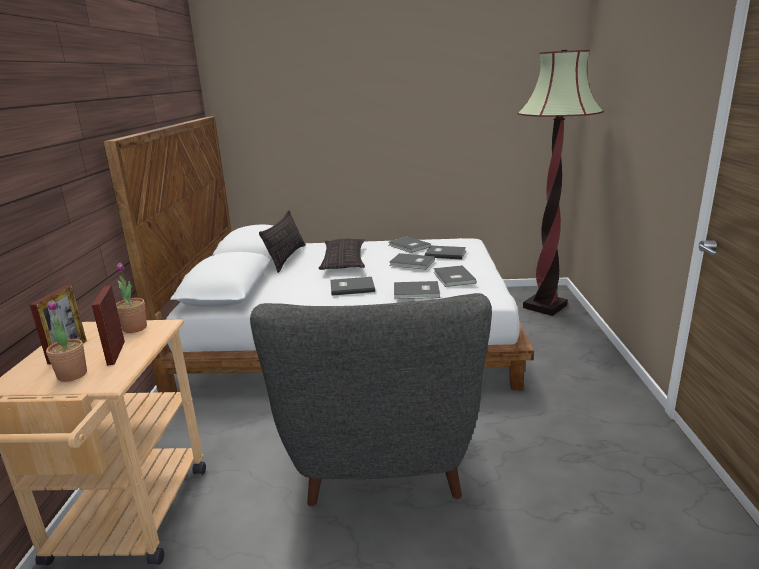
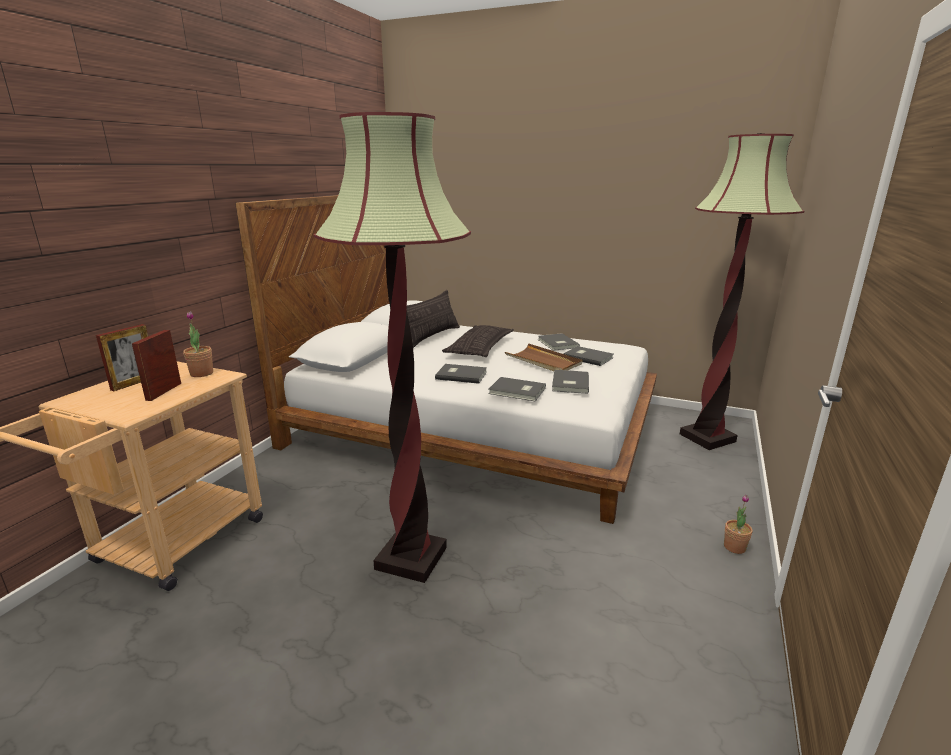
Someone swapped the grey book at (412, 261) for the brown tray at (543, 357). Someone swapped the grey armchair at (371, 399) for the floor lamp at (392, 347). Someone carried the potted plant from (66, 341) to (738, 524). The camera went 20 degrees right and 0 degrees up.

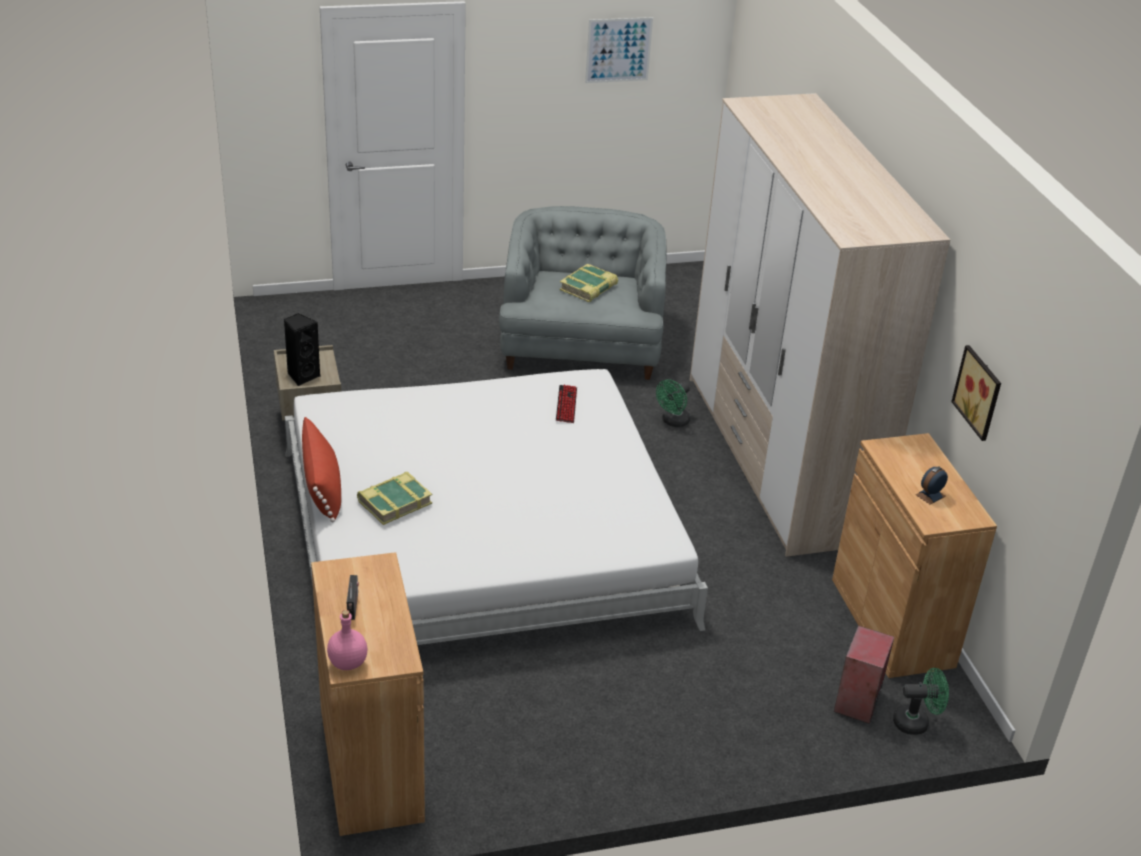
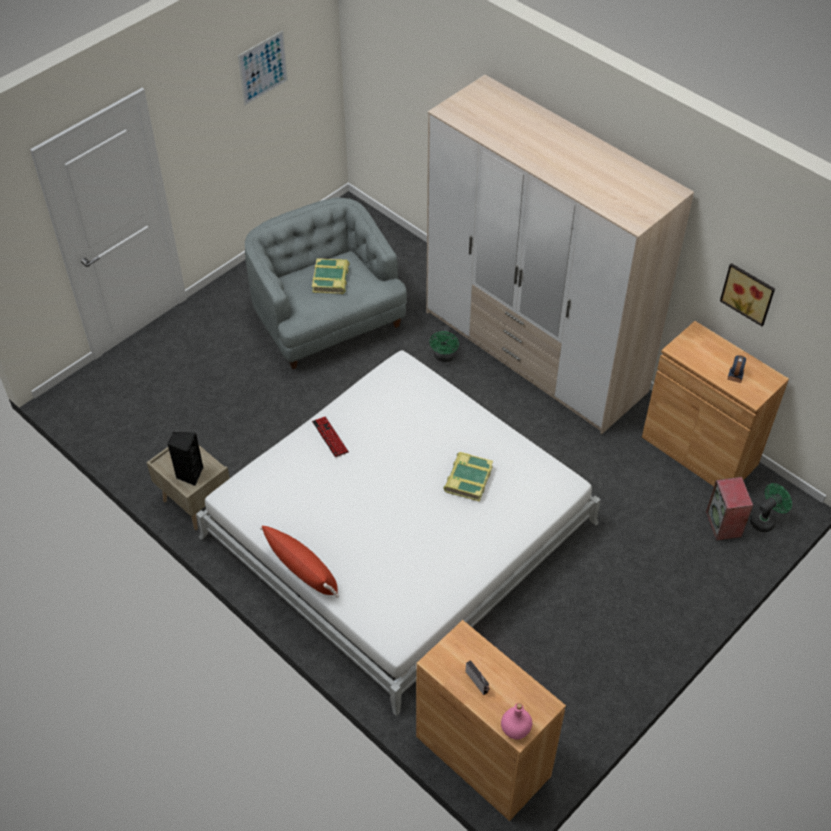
Someone carried the keyboard from (566, 404) to (330, 437). Someone carried the book from (394, 498) to (468, 477). The camera went 30 degrees left and 15 degrees up.

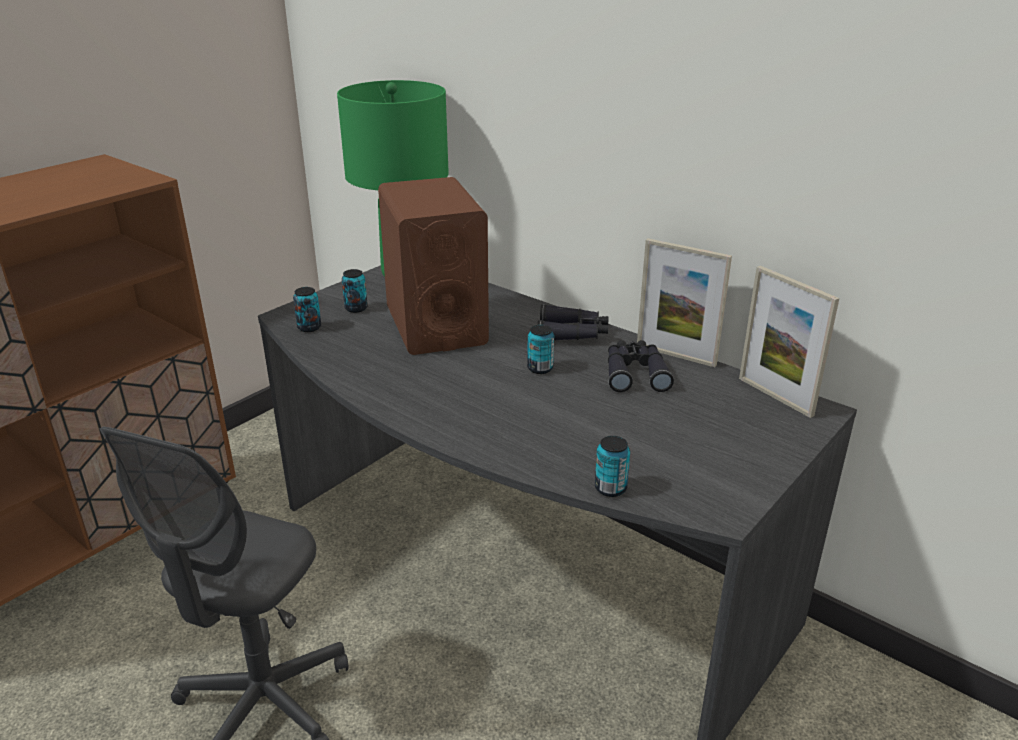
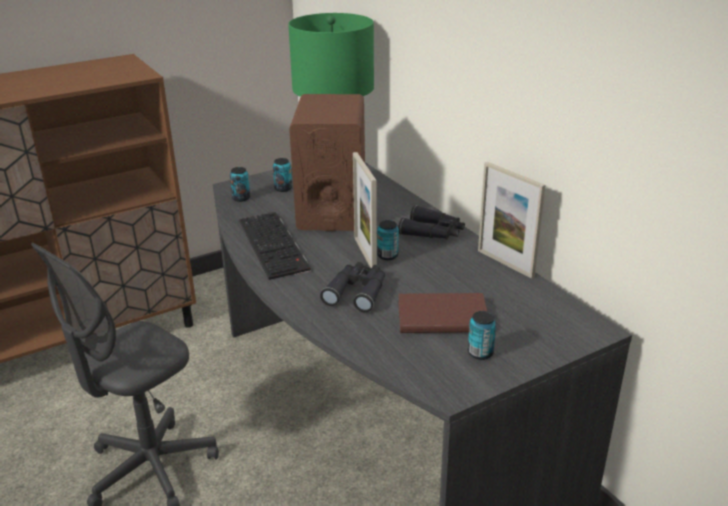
Someone carried the picture frame from (789, 342) to (365, 210). Someone carried the black binoculars from (641, 366) to (352, 287). Someone carried the can from (612, 466) to (482, 335). Someone put down the keyboard at (275, 246). Someone put down the brown book at (442, 313). The camera went 20 degrees right and 0 degrees up.

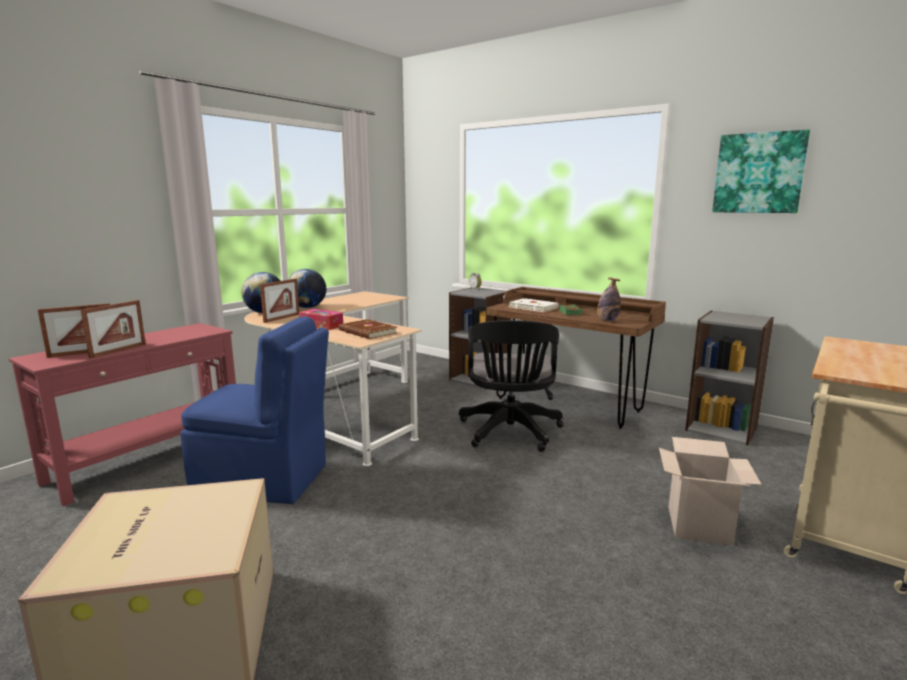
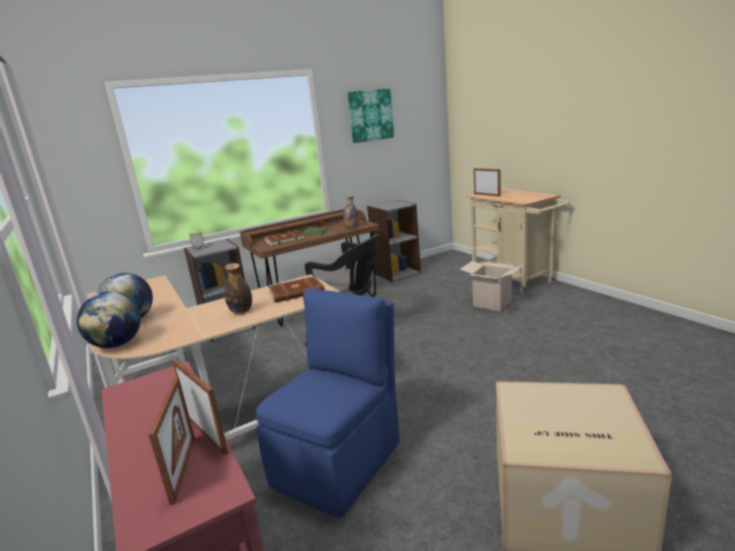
Someone carried the picture frame from (279, 301) to (487, 182). Someone repainted the white book at (534, 305), which became the brown book at (284, 238). Someone swapped the tissue box at (321, 319) for the bottle at (238, 288). The camera went 65 degrees left and 5 degrees up.

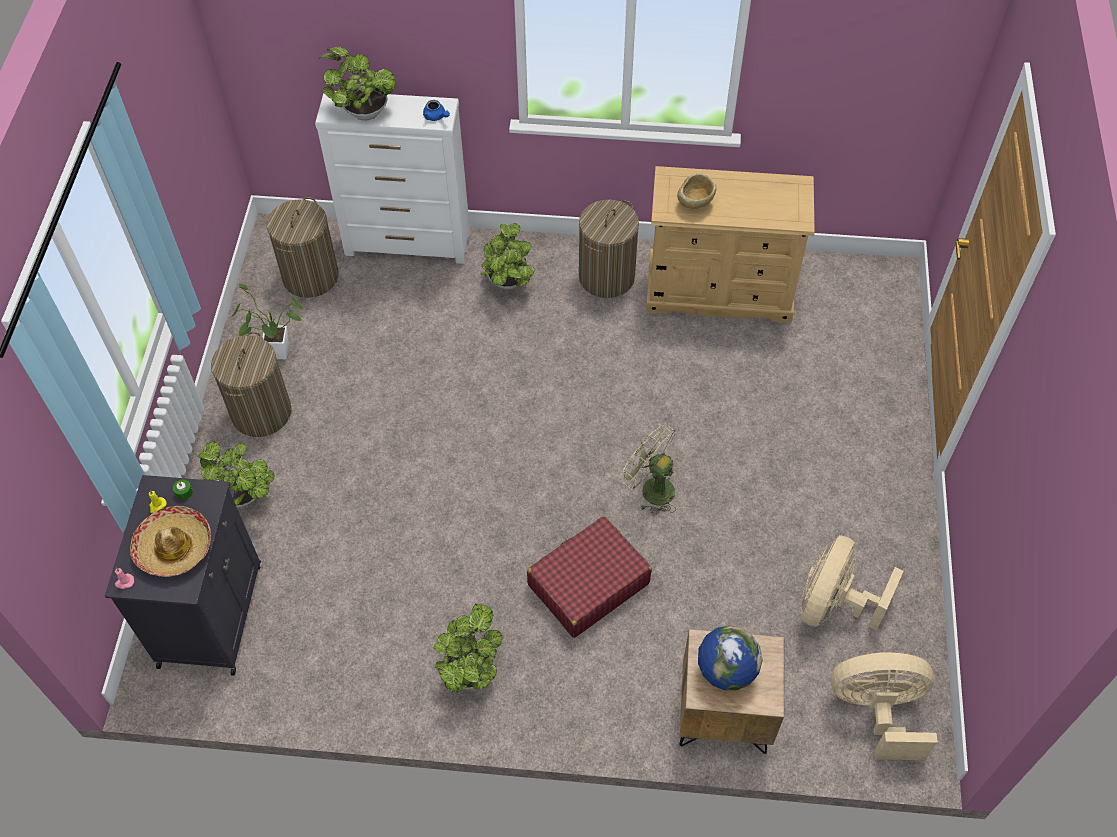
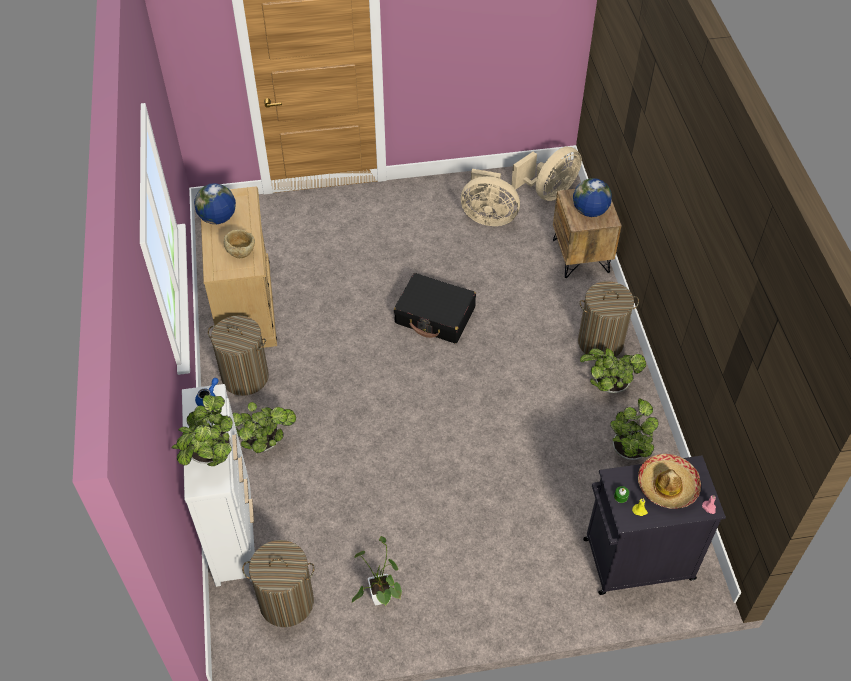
Someone carried the laundry basket from (251, 384) to (608, 319). Someone swapped the green fan at (648, 469) for the black suitcase at (435, 308). Someone carried the potted plant from (236, 474) to (634, 429). Someone took away the red suitcase at (589, 577). Someone rotated the beige fan at (884, 706) by 120 degrees counterclockwise. Someone put down the globe at (215, 203). The camera went 105 degrees left and 5 degrees down.

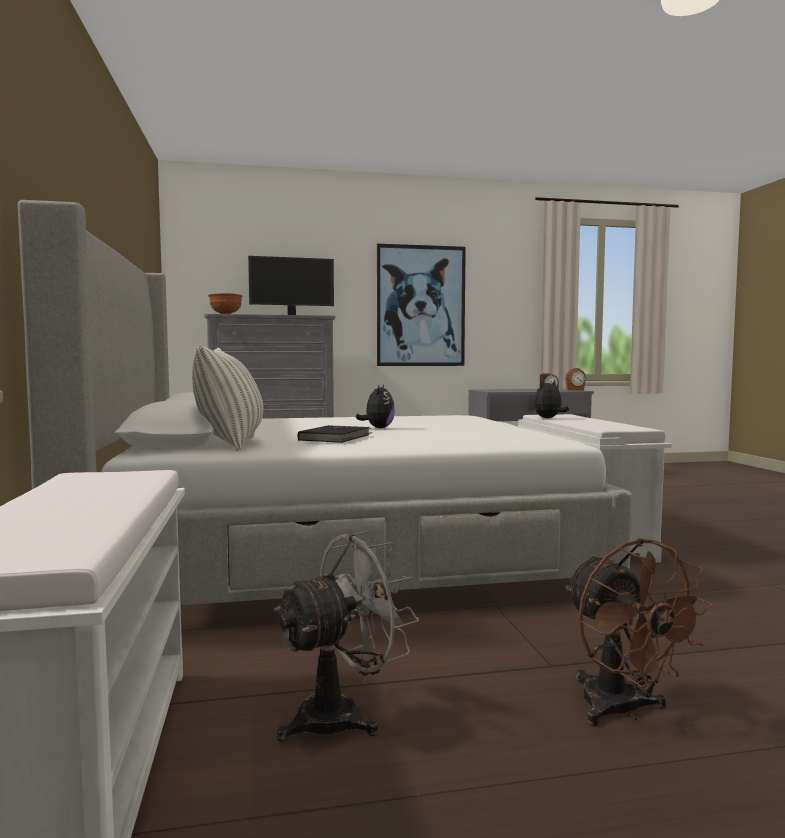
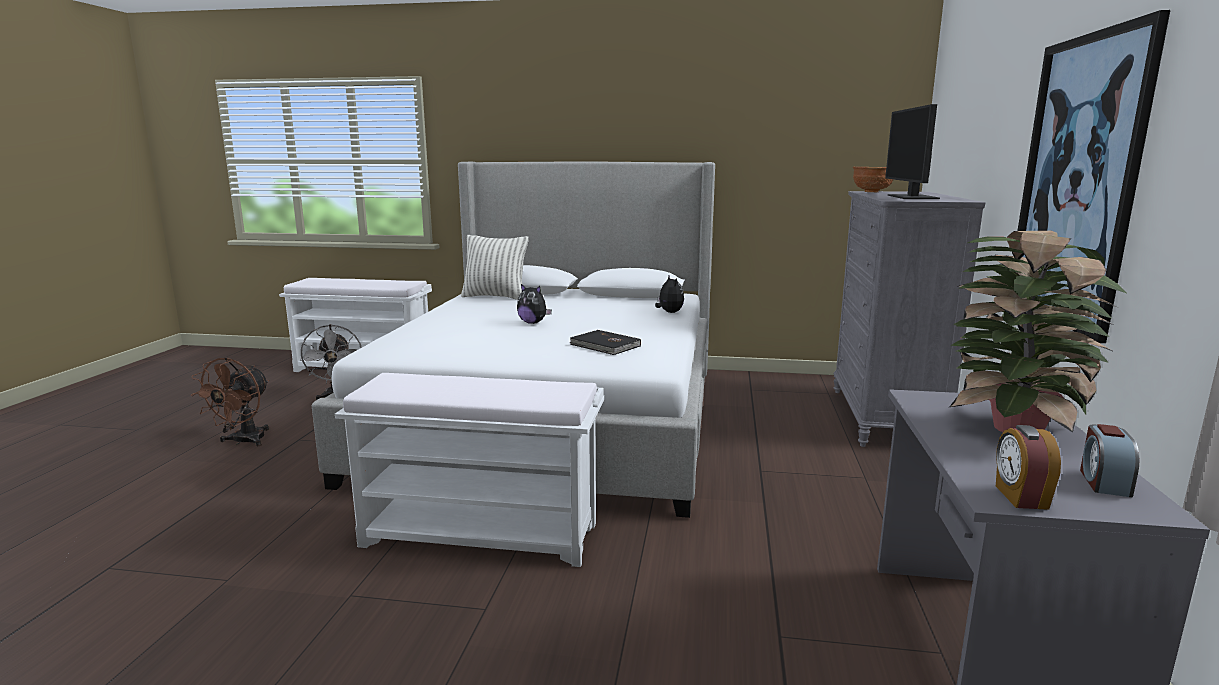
Someone carried the plush toy from (551, 399) to (669, 294). Someone carried the black book from (335, 434) to (605, 342). Someone rotated the brown fan at (639, 632) by 75 degrees counterclockwise. Someone put down the potted plant at (1037, 332). The camera went 110 degrees right and 10 degrees up.

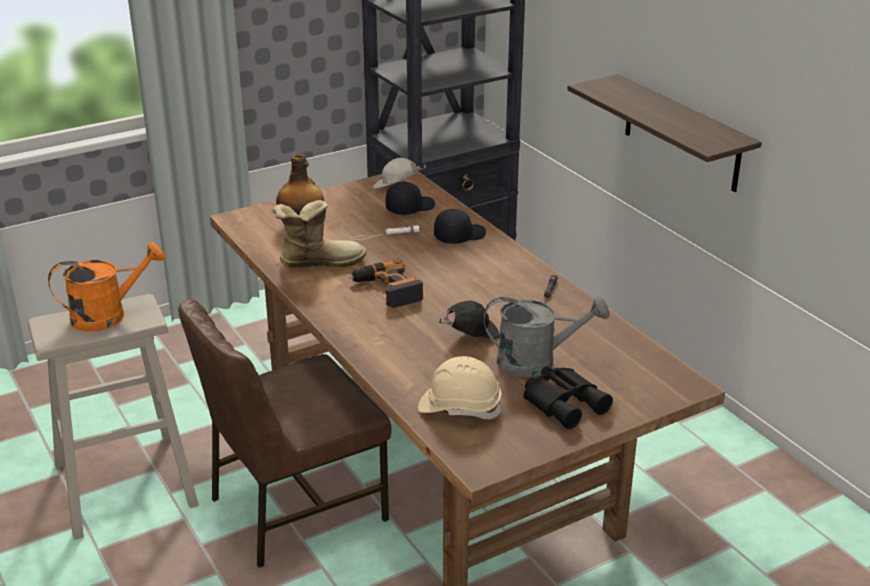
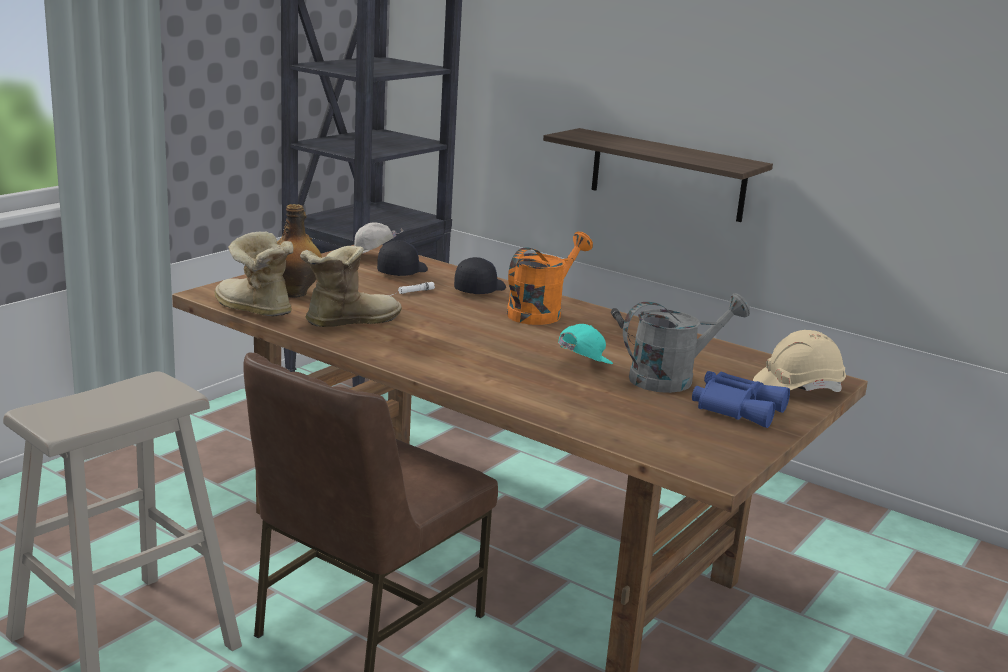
Someone carried the orange watering can from (106, 287) to (550, 278). Someone took away the power drill at (386, 283). Someone repainted the black cap at (469, 320), which became the turquoise cap at (585, 344). Someone carried the beige hard hat from (460, 387) to (799, 361). Someone repainted the black binoculars at (568, 397), which became the blue binoculars at (741, 399). Someone put down the boot at (254, 274). The camera went 25 degrees left and 10 degrees down.

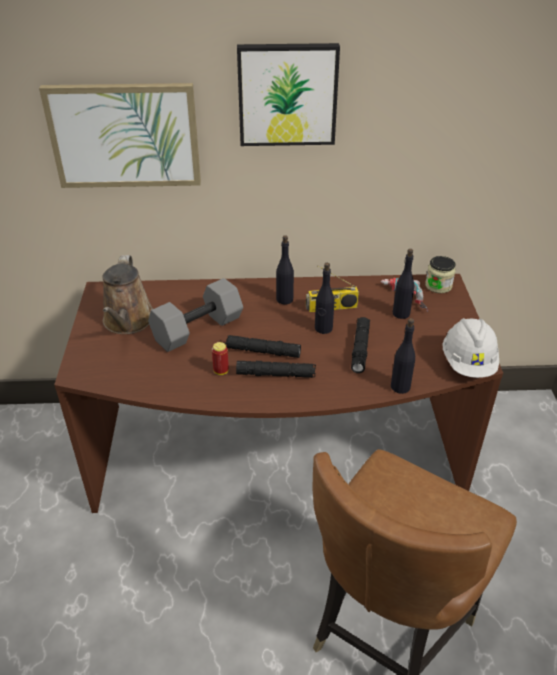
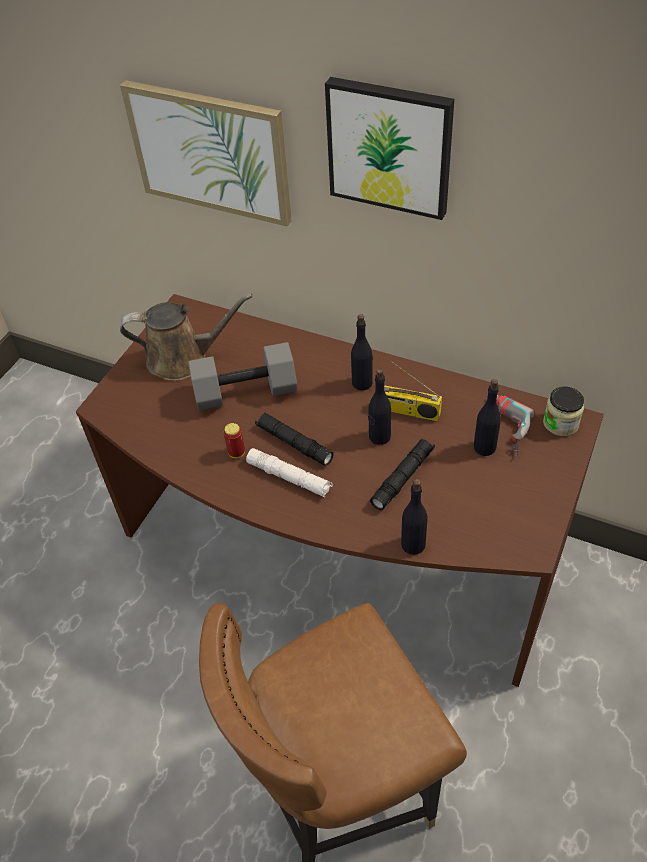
Someone rotated the brown watering can at (127, 294) by 120 degrees counterclockwise. Someone took away the white hard hat at (471, 348). Someone repainted the black flashlight at (276, 369), which became the white flashlight at (289, 472). The camera went 30 degrees right and 10 degrees up.

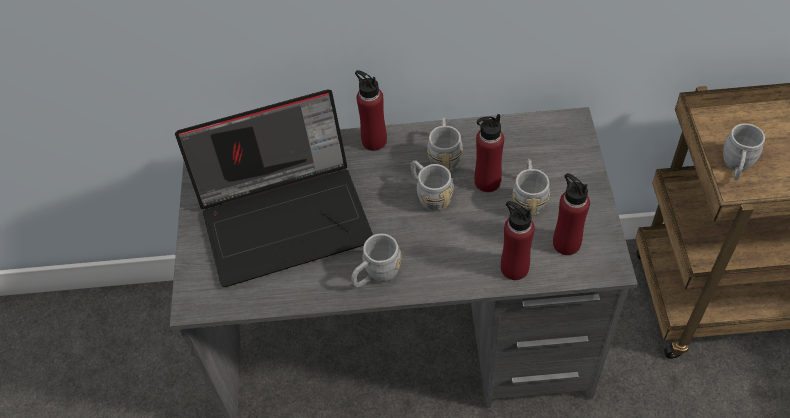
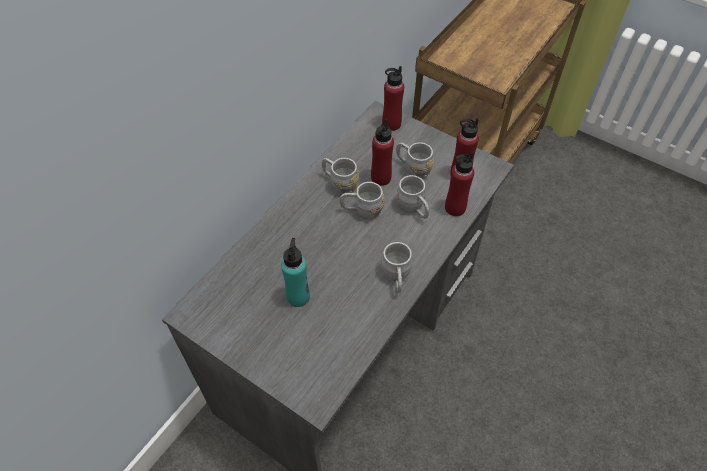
Someone carried the red bottle from (371, 110) to (393, 98). Someone swapped the laptop at (274, 188) for the turquoise bottle at (295, 272). Someone carried the grey mug from (744, 151) to (412, 197). The camera went 55 degrees left and 0 degrees up.

